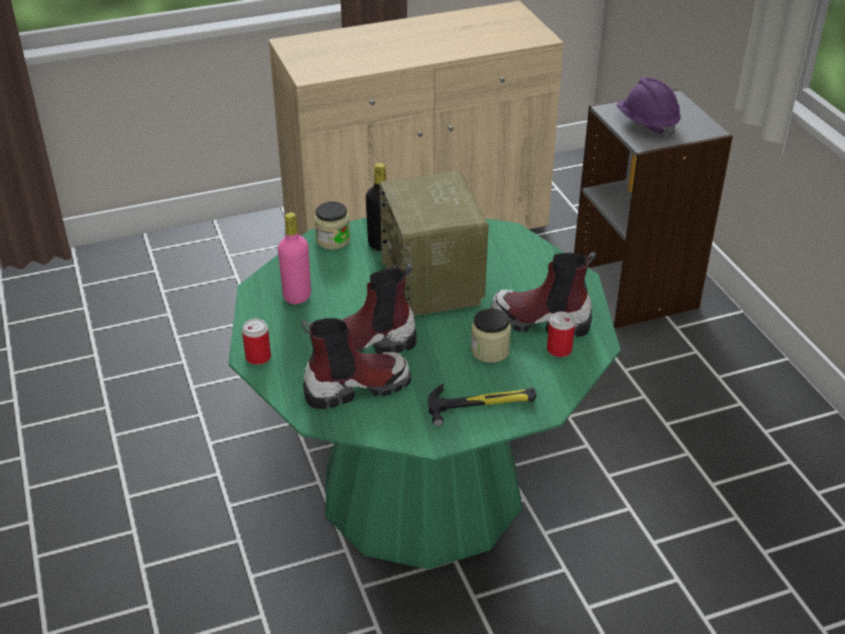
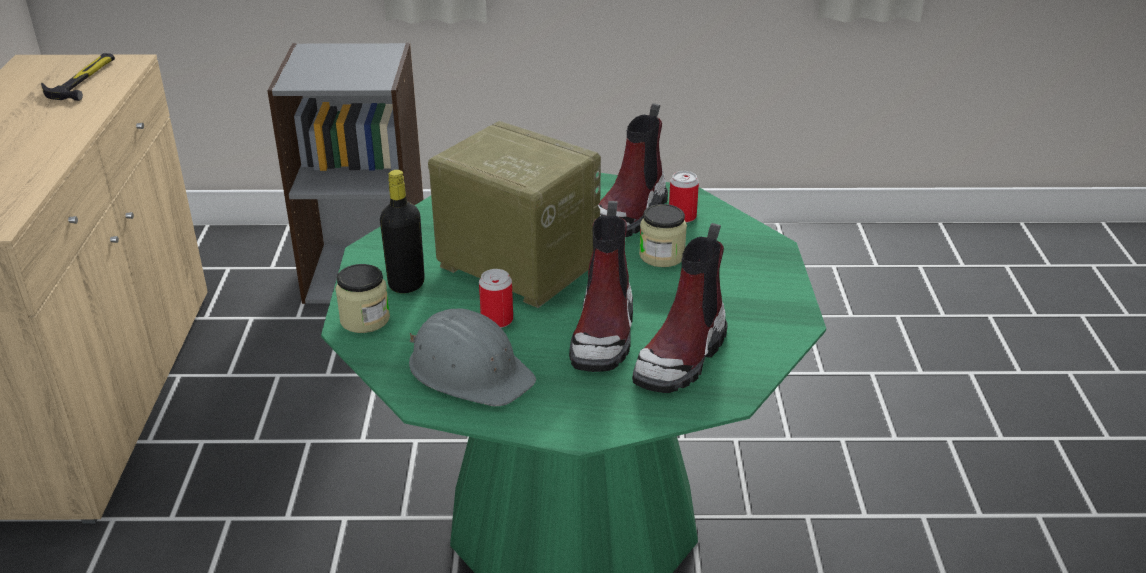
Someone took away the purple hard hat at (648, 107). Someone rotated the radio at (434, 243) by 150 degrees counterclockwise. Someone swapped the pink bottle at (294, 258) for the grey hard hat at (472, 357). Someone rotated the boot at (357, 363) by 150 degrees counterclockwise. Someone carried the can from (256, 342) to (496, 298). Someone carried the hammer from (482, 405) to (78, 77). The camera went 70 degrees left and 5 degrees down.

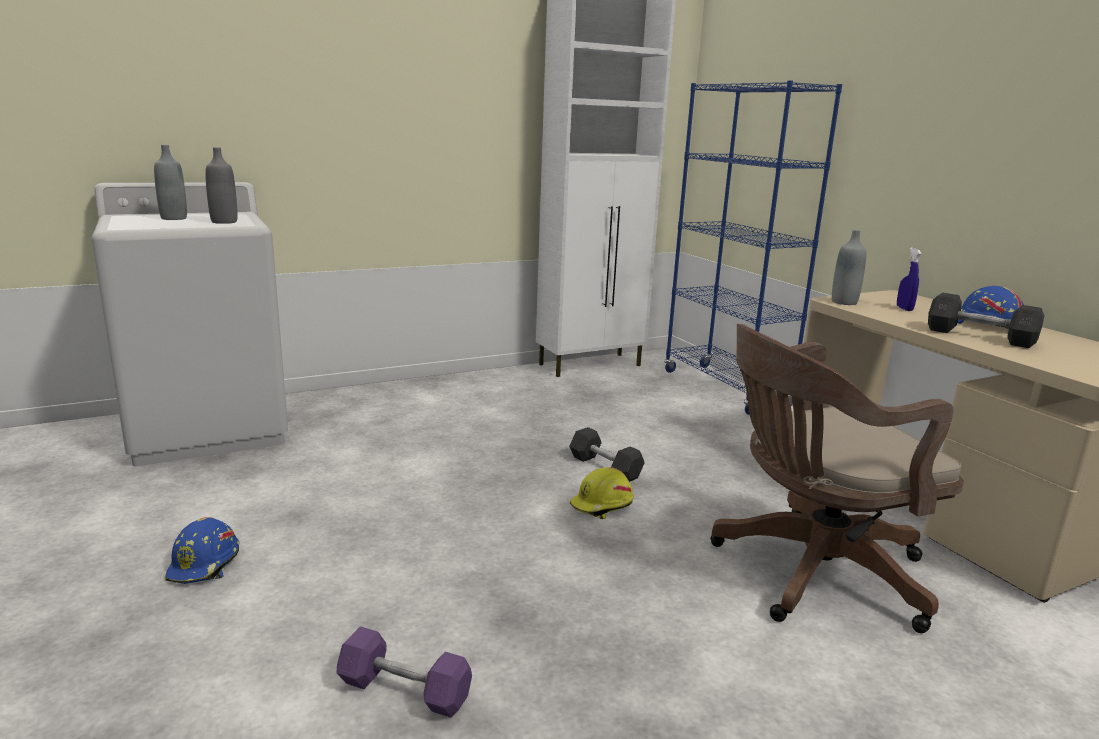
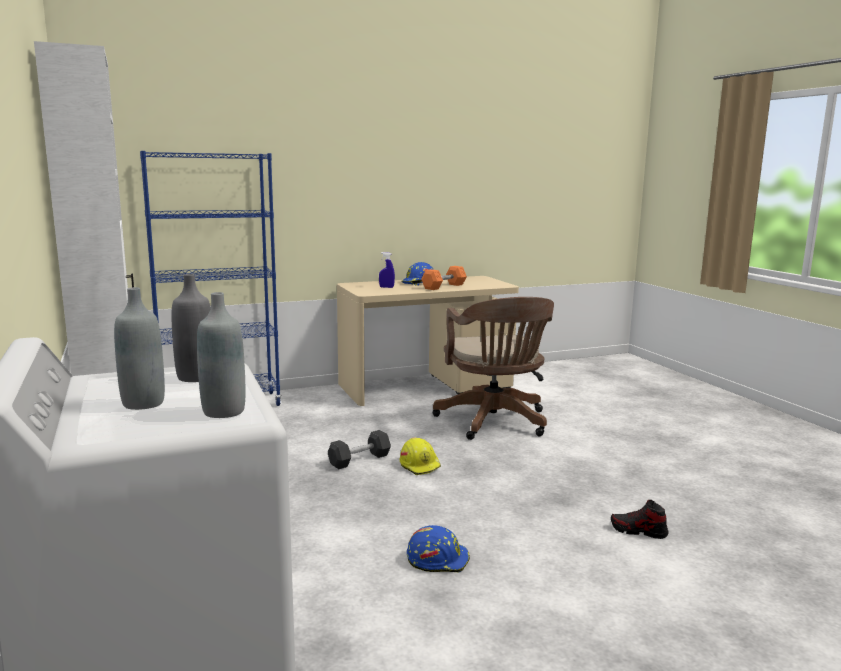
Someone carried the grey bottle from (849, 267) to (221, 355). Someone repainted the grey dumbbell at (986, 320), which became the orange dumbbell at (444, 278). Someone carried the blue hard hat from (202, 550) to (438, 549). Someone swapped the purple dumbbell at (404, 672) for the shoe at (639, 519). The camera went 85 degrees left and 5 degrees down.

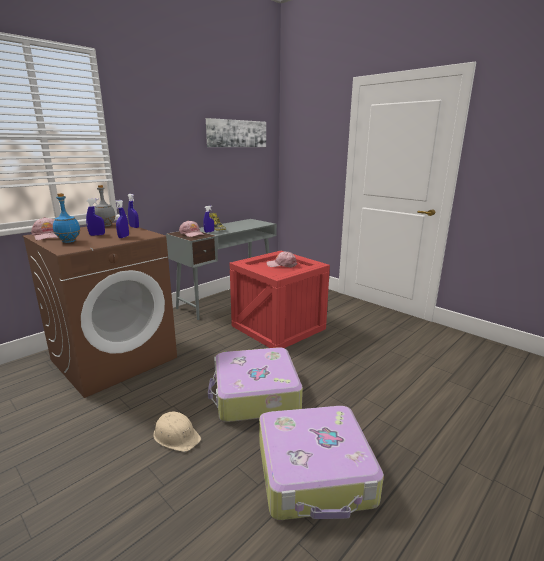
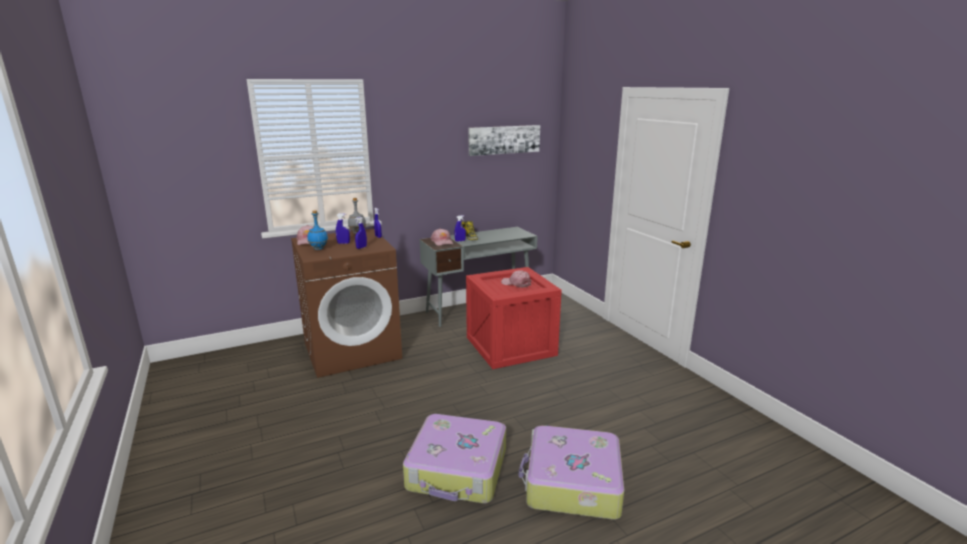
Someone carried the suitcase from (255, 384) to (571, 472). Someone took away the beige hard hat at (177, 431). The camera went 20 degrees right and 0 degrees up.

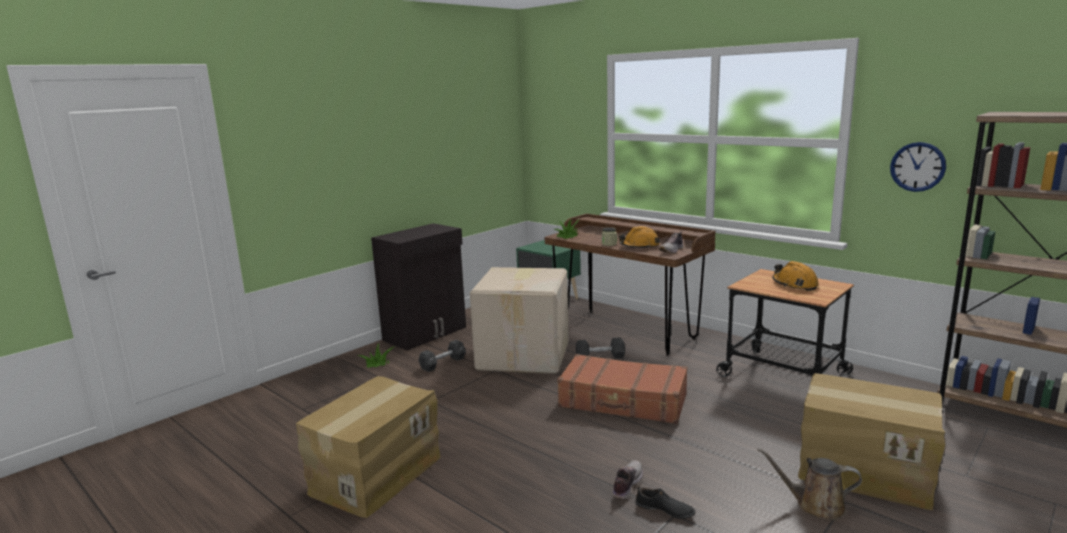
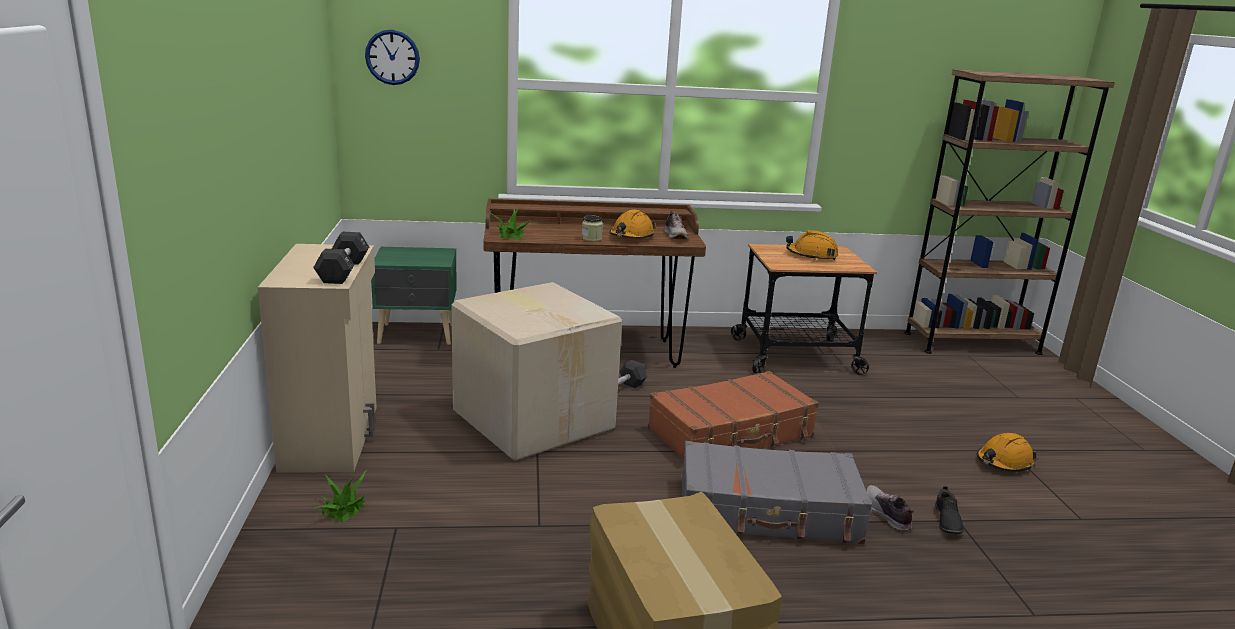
Someone carried the wall clock from (918, 167) to (392, 57). Someone repainted the black cabinet at (418, 286), which became the beige cabinet at (317, 358). Someone carried the black dumbbell from (442, 356) to (341, 258). Someone took away the cardboard box at (871, 441). Someone swapped the brown watering can at (810, 484) for the orange hard hat at (1006, 452). Someone rotated the black shoe at (665, 502) by 120 degrees clockwise. Someone put down the grey suitcase at (776, 492). The camera went 50 degrees left and 5 degrees up.

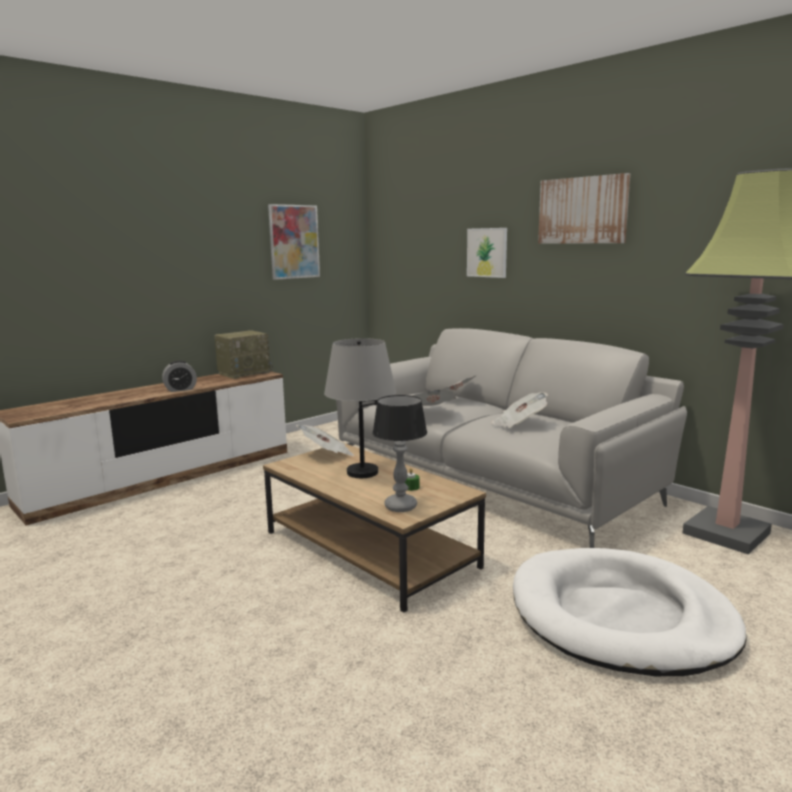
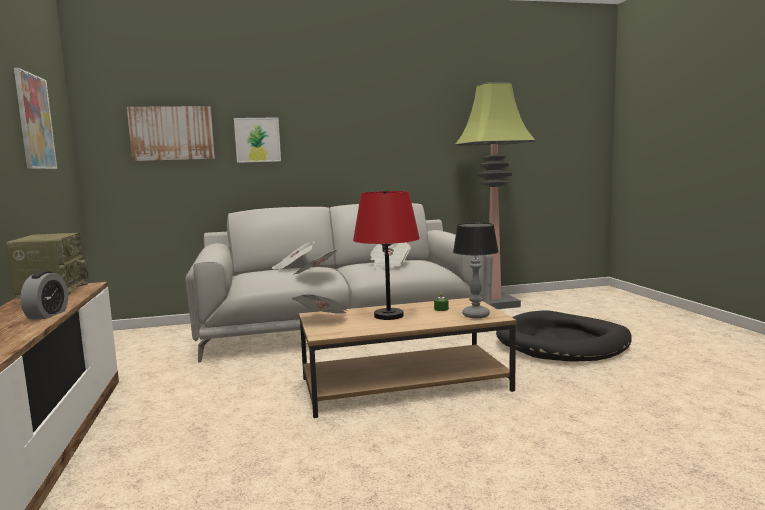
Someone carried the picture from (584, 208) to (171, 133). Someone repainted the grey table lamp at (360, 408), which became the red table lamp at (386, 255). Someone repainted the white dog bed at (630, 612), which became the black dog bed at (564, 336). The camera went 60 degrees left and 5 degrees down.

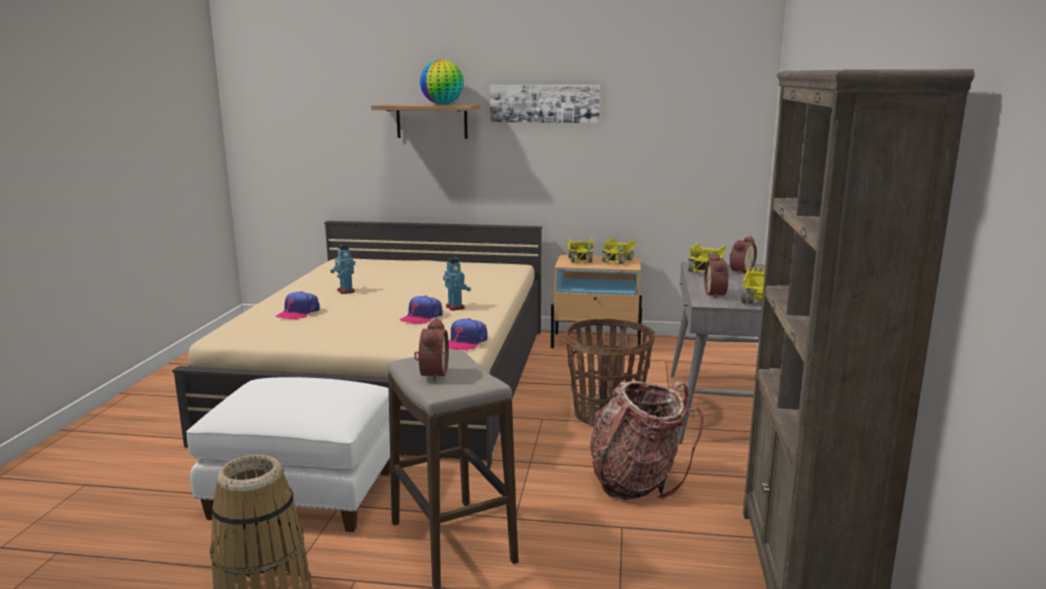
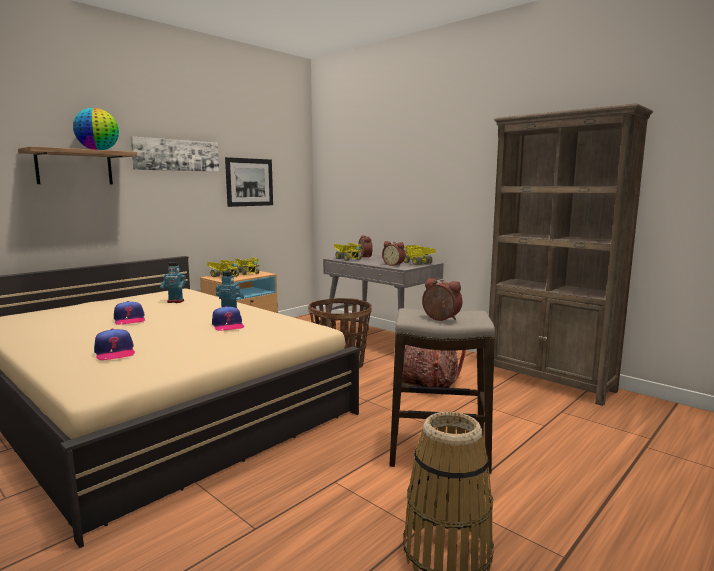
Someone carried the toy robot from (342, 269) to (173, 282). Someone carried the cap from (468, 334) to (129, 313). Someone took away the white ottoman at (288, 454). Someone put up the picture at (249, 182). The camera went 55 degrees left and 5 degrees down.

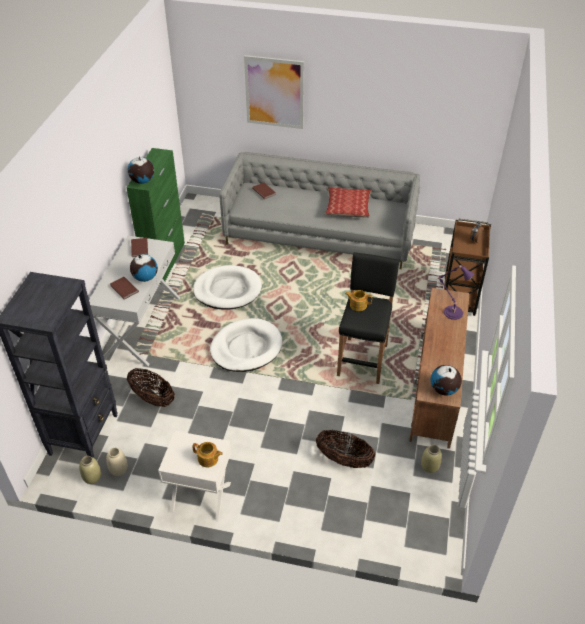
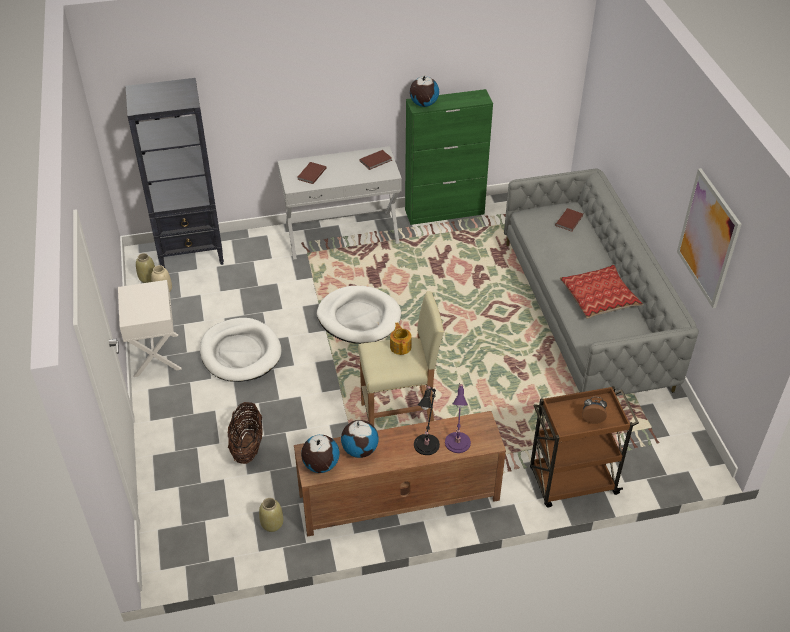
Someone carried the picture from (274, 92) to (709, 238). Someone repainted the black stool at (368, 318), which became the beige stool at (401, 358). Someone carried the globe from (144, 268) to (360, 439). Someone carried the white dog bed from (227, 287) to (241, 350). Someone took away the basket at (151, 387). Someone took away the teapot at (207, 454). Someone put down the black table lamp at (427, 420). The camera went 65 degrees right and 0 degrees up.

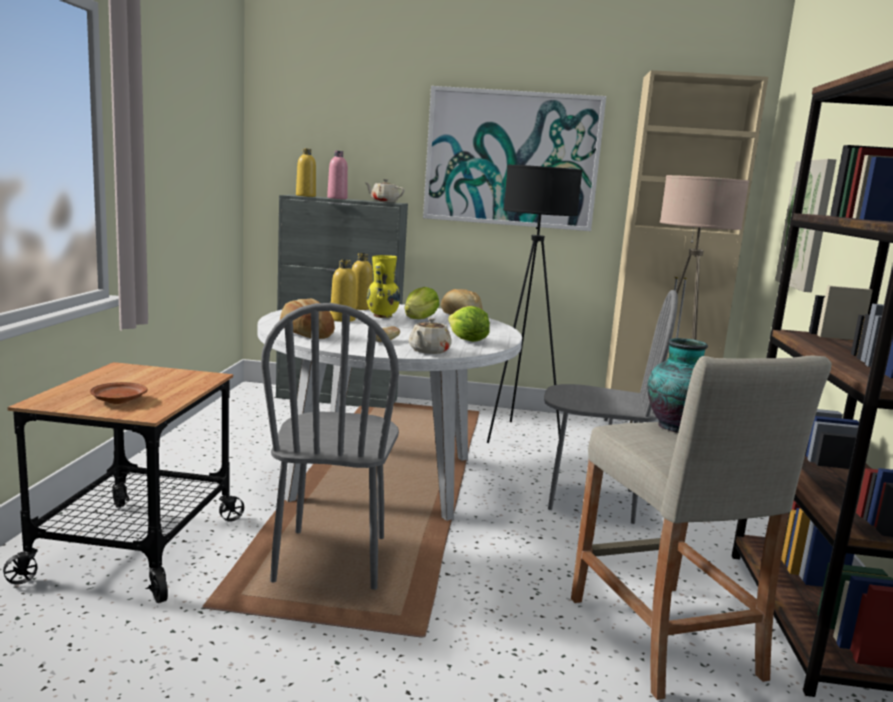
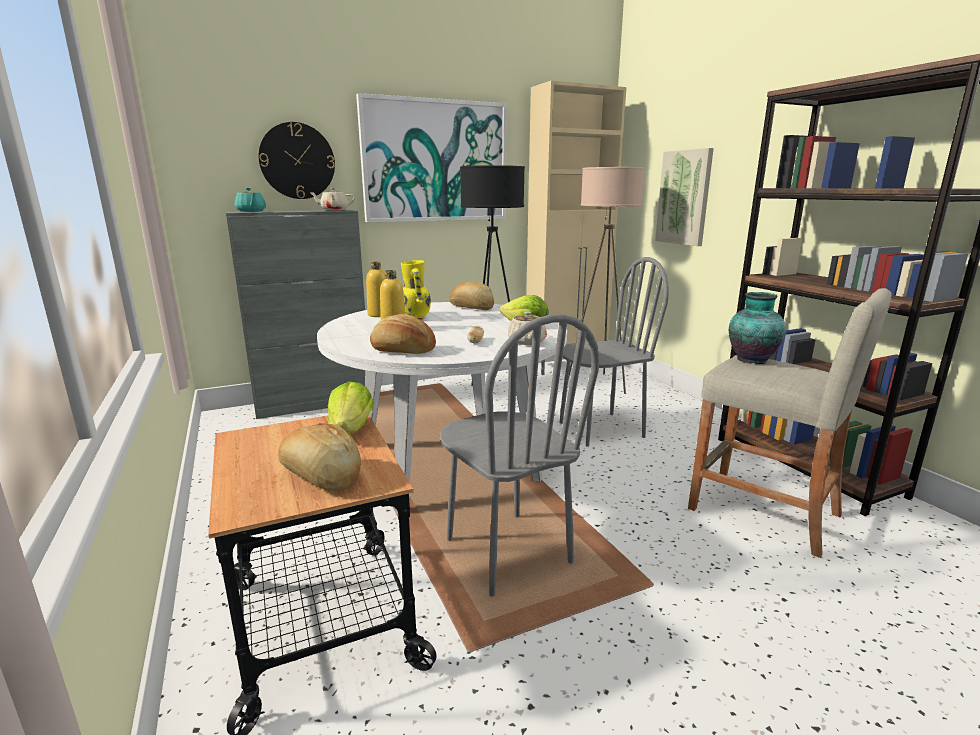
Someone swapped the yellow bottle at (306, 172) for the turquoise teapot at (250, 200). Someone took away the pink bottle at (337, 175). Someone carried the lettuce from (421, 303) to (350, 408). Someone swapped the brown plate at (118, 393) for the bread at (319, 457). Someone put up the wall clock at (297, 160). The camera went 30 degrees left and 5 degrees up.

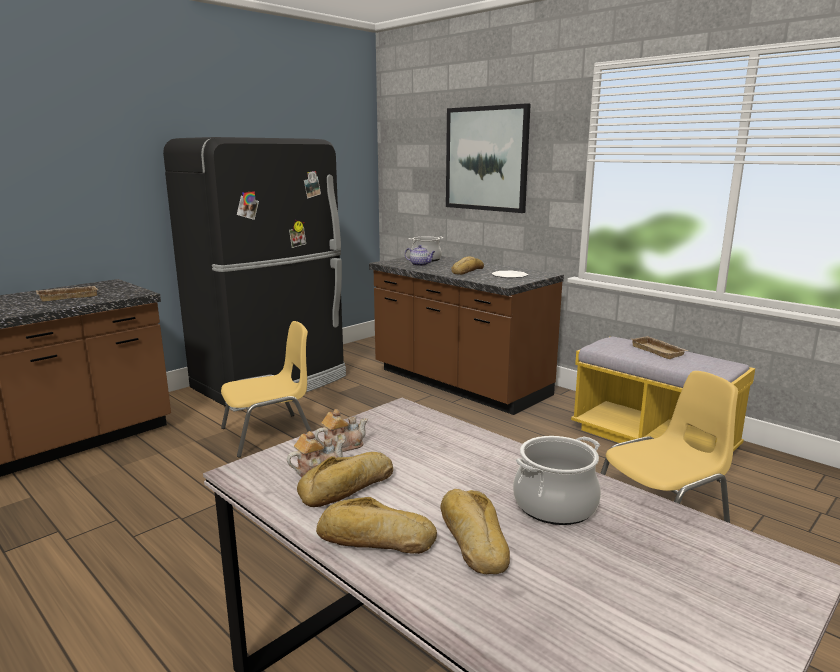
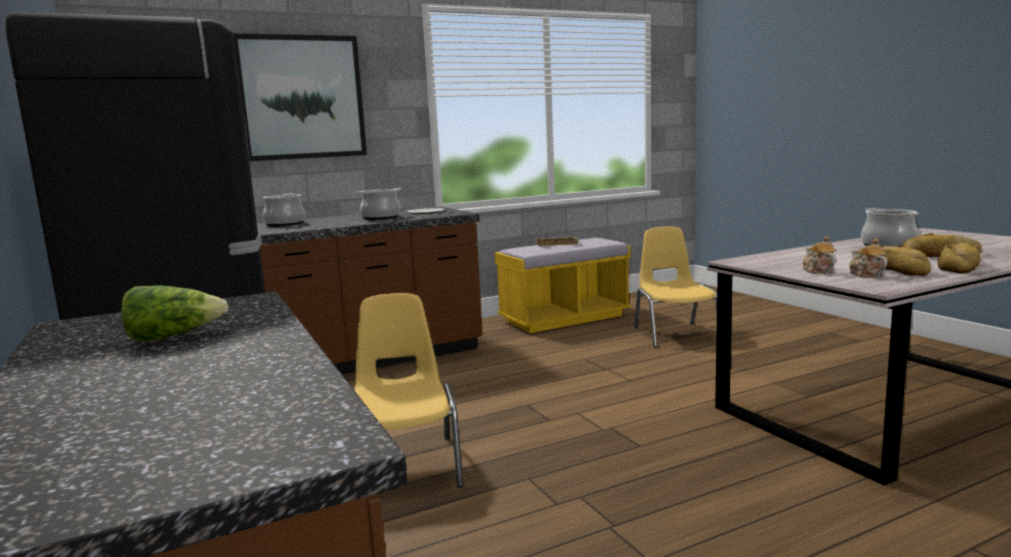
Someone took away the teapot at (420, 255). Someone swapped the bread at (467, 265) for the cooking pot at (378, 204). Someone swapped the beige tray at (67, 294) for the lettuce at (175, 313). The camera went 70 degrees left and 5 degrees down.

